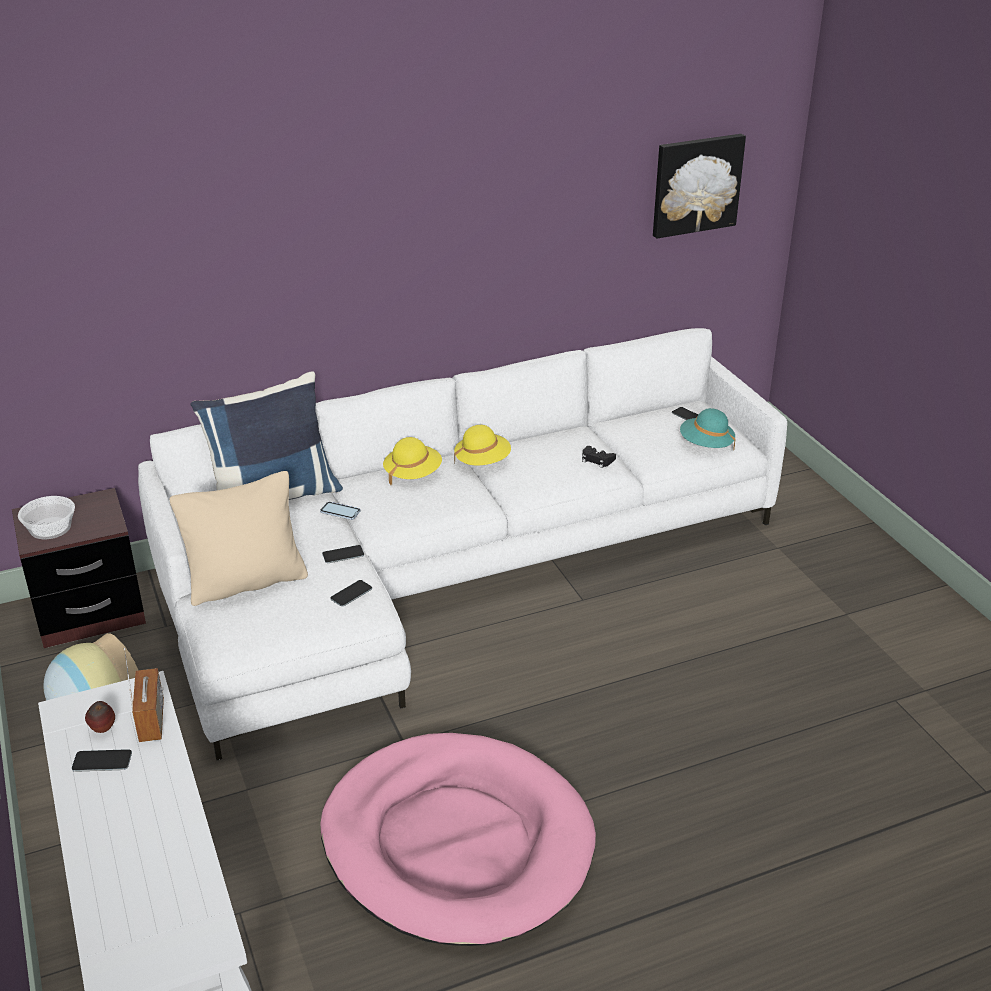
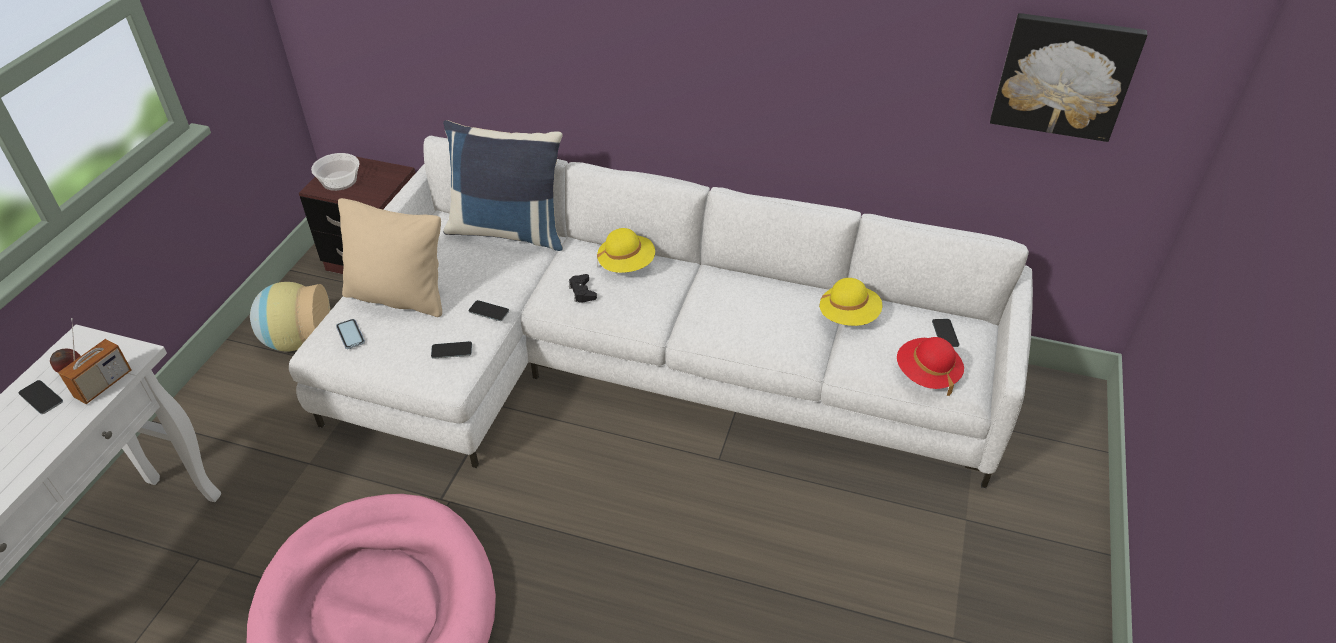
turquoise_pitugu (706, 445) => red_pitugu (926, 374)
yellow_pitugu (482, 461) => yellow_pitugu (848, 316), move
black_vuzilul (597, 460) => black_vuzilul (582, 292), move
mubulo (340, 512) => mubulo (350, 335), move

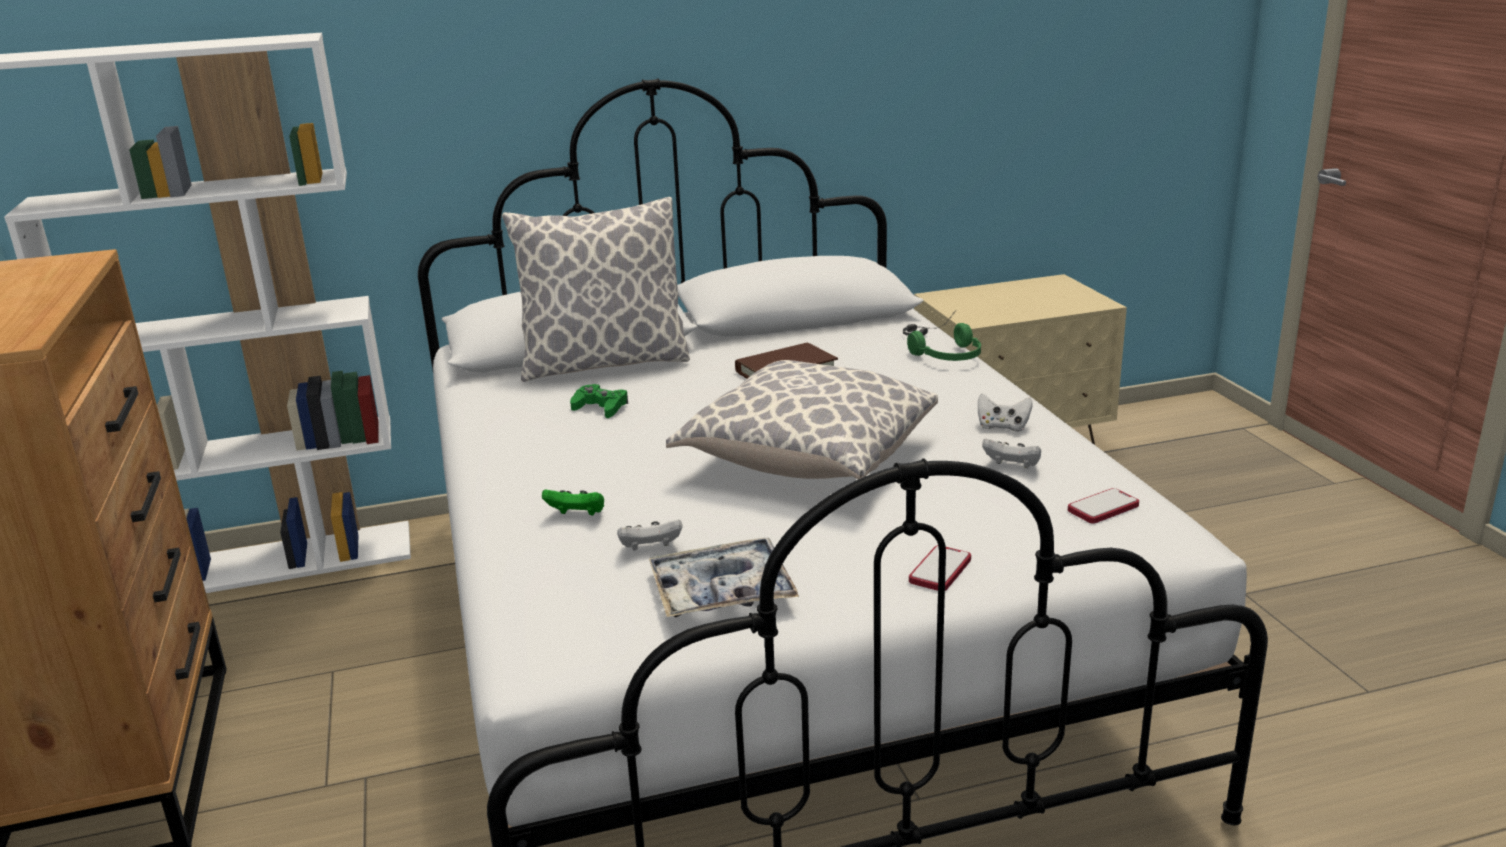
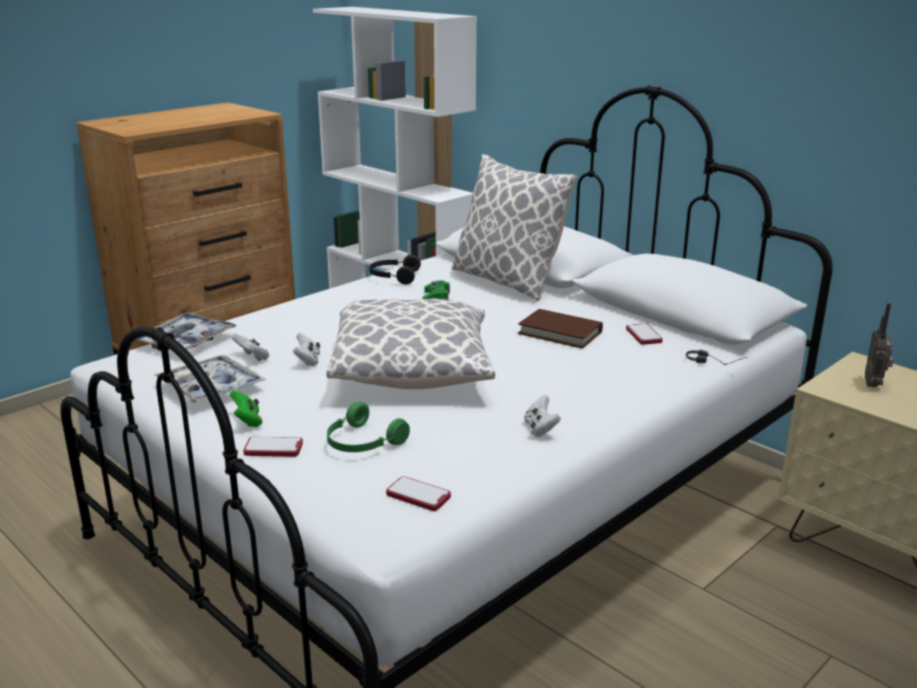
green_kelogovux (949, 357) => green_kelogovux (362, 443), move
white_vuzilul (1012, 467) => white_vuzilul (307, 361), move
green_vuzilul (577, 515) => green_vuzilul (247, 421), move
nothing => black_kelogovux (394, 277)
nothing => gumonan (874, 384)
nothing => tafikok (186, 341)
nothing => mubulo (643, 335)

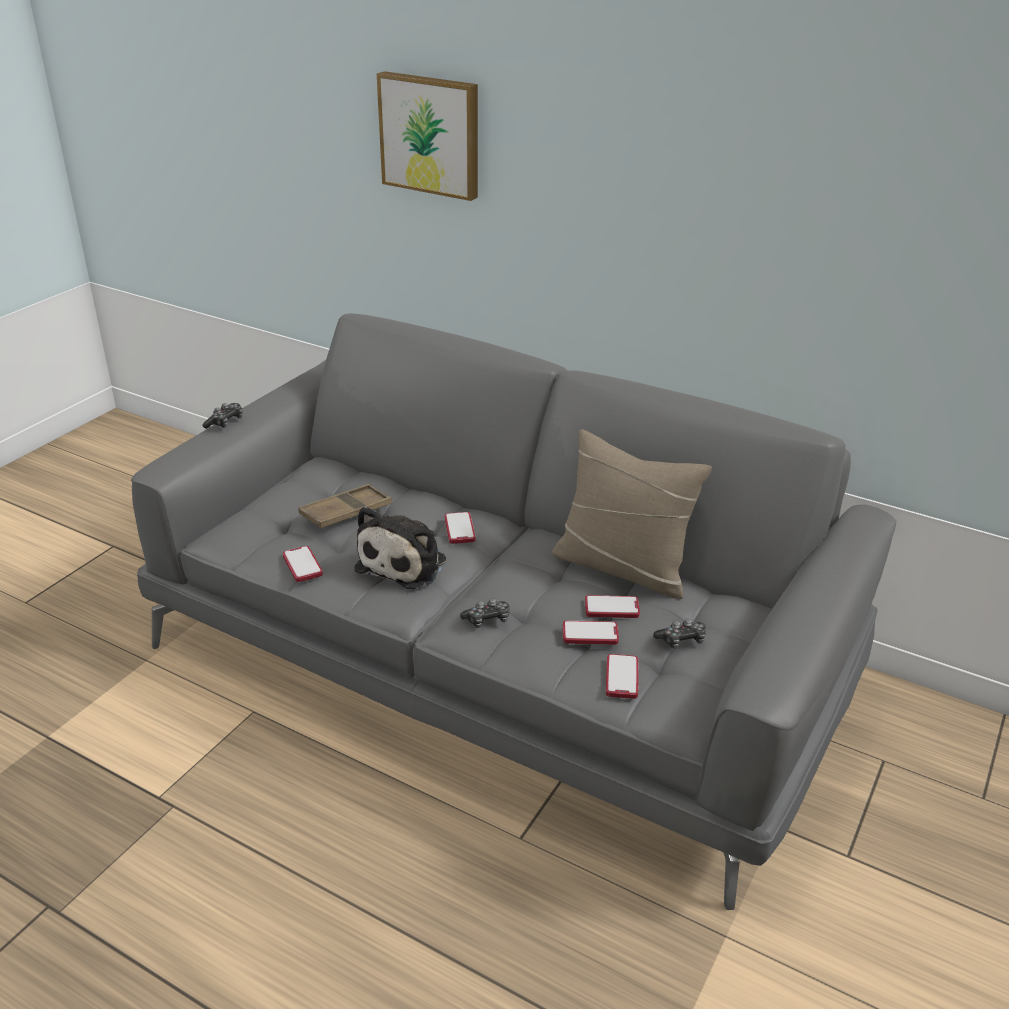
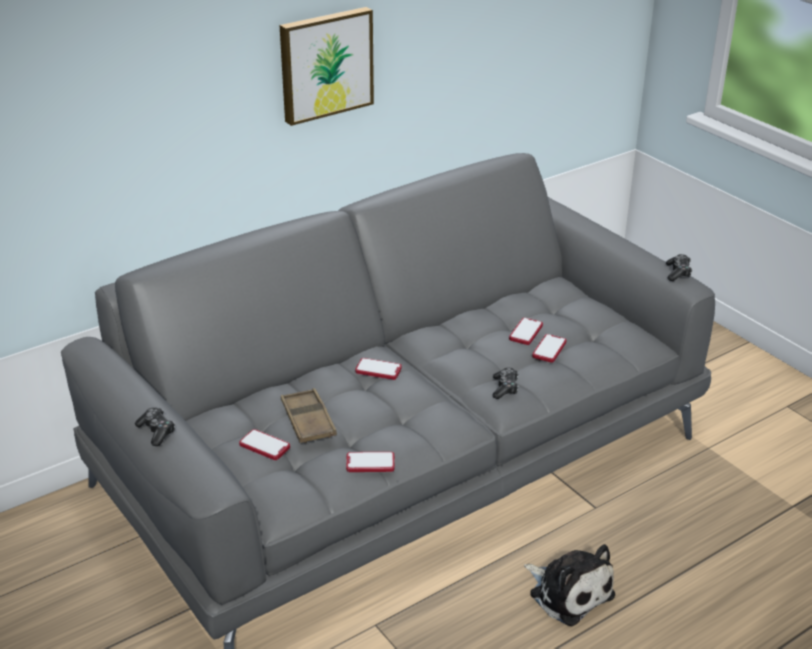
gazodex (431, 134) => gazodex (325, 64), move
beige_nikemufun (622, 567) => nothing
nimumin (405, 563) => nimumin (568, 592), move
vuzilul (681, 640) => vuzilul (678, 273), move
mubulo (622, 677) => mubulo (264, 446), move

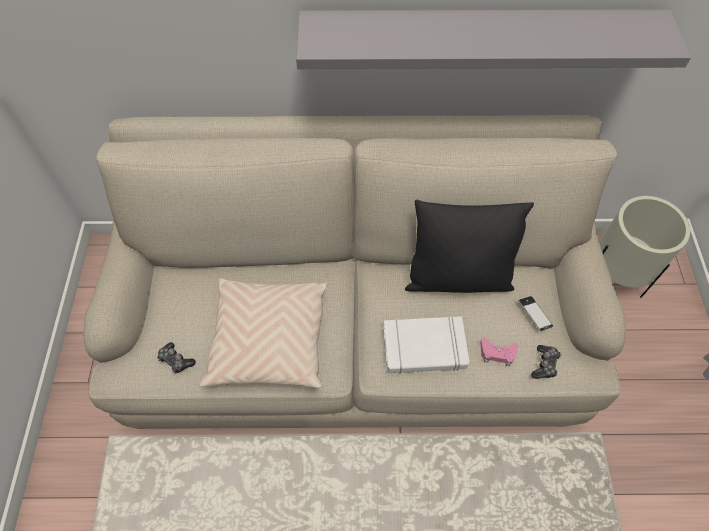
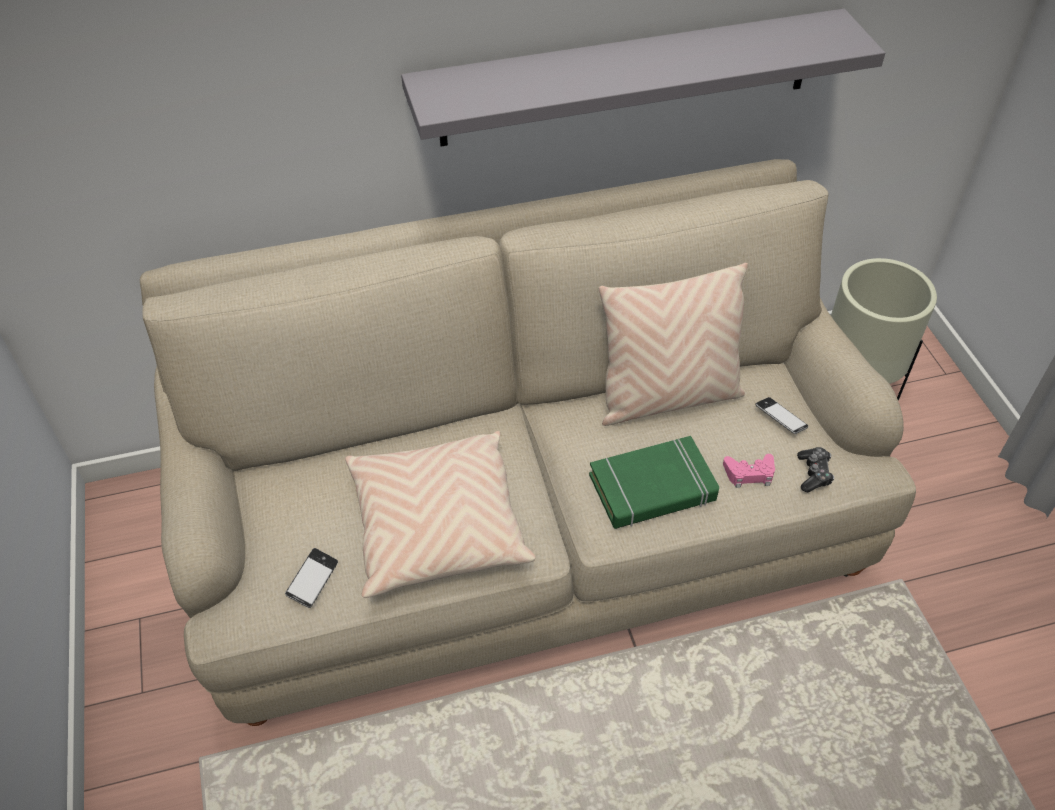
black_nikemufun (458, 278) => beige_nikemufun (667, 397)
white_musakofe (424, 348) => green_musakofe (652, 488)
vuzilul (176, 360) => mubulo (312, 580)

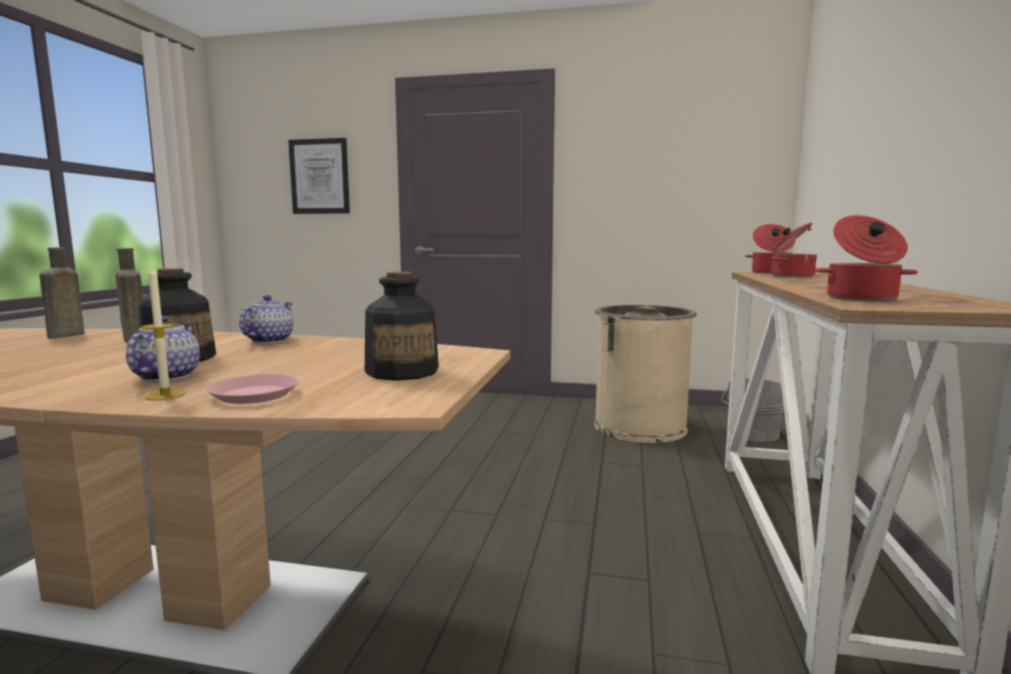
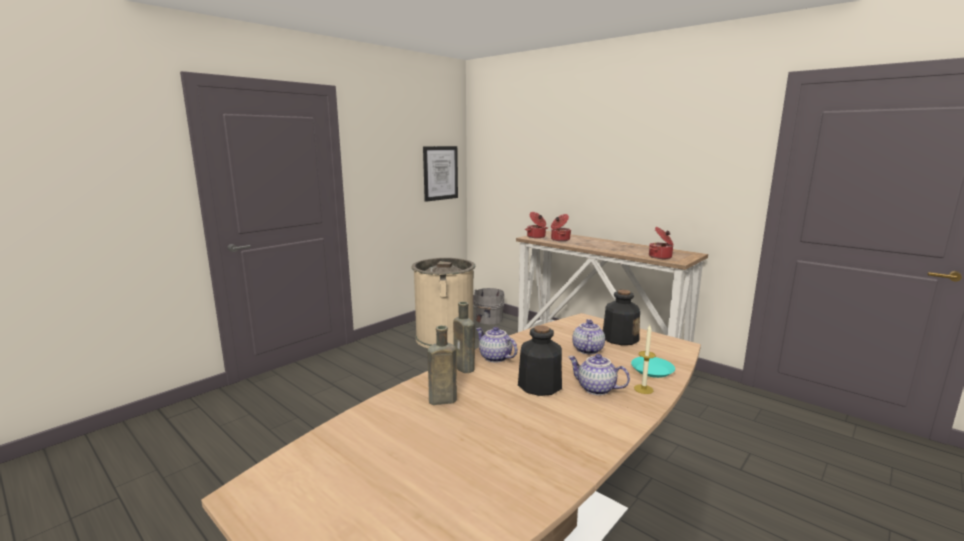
gazodex (319, 176) => gazodex (440, 173), move
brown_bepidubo (64, 336) => brown_bepidubo (465, 368), move
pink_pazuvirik (254, 395) => turquoise_pazuvirik (652, 370)
nothing => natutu (587, 350)

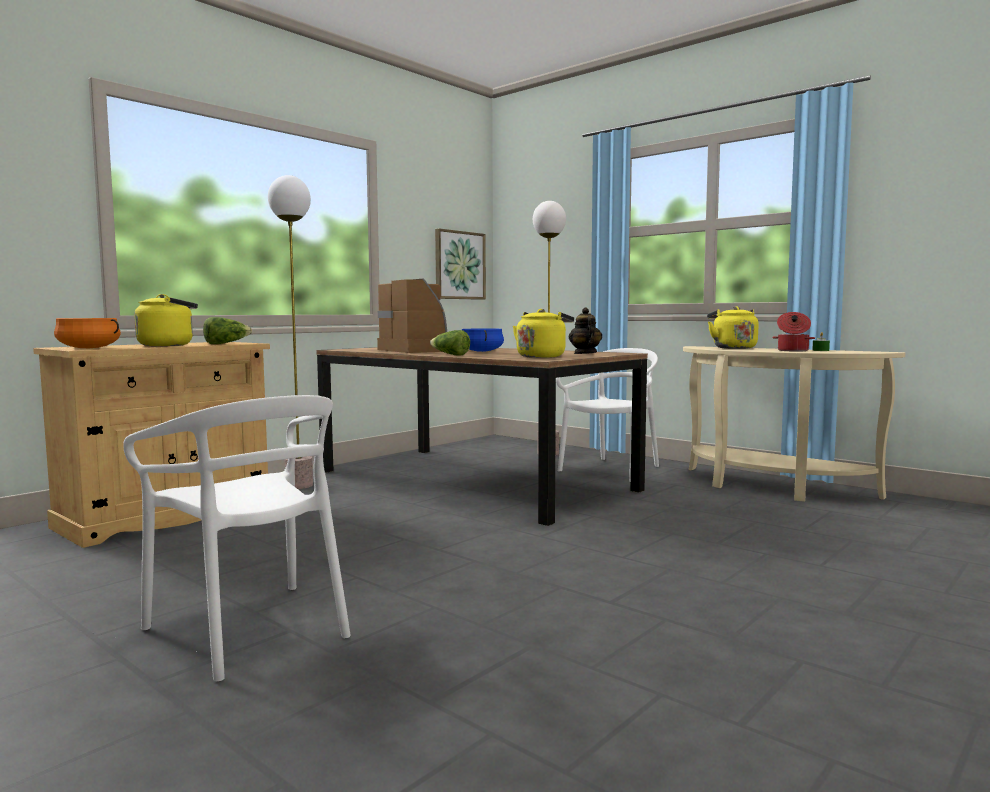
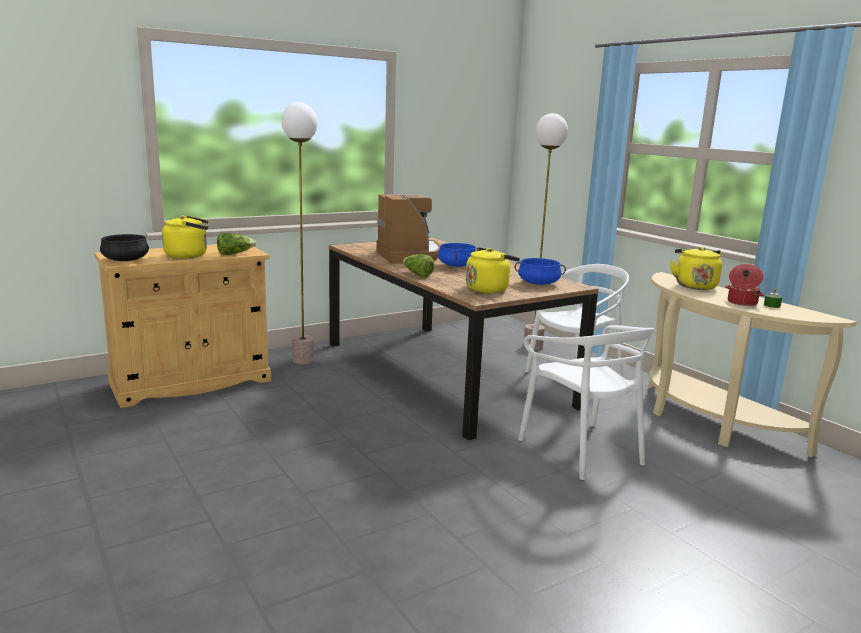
gazodex (459, 265) => nothing
natutu (585, 353) => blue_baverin (538, 283)
orange_baverin (89, 348) => black_baverin (126, 260)
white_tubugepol (250, 629) => white_tubugepol (582, 450), move

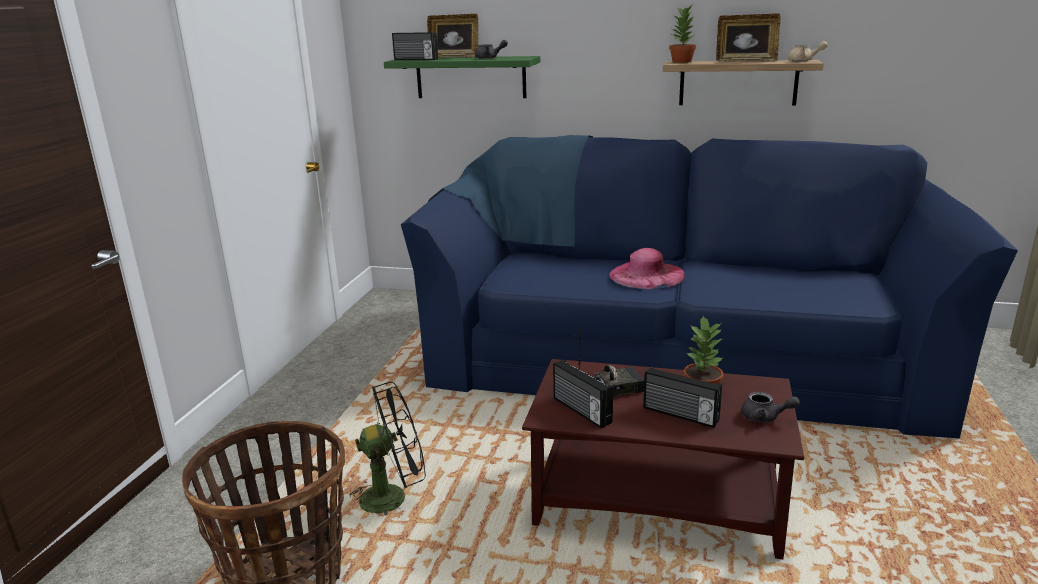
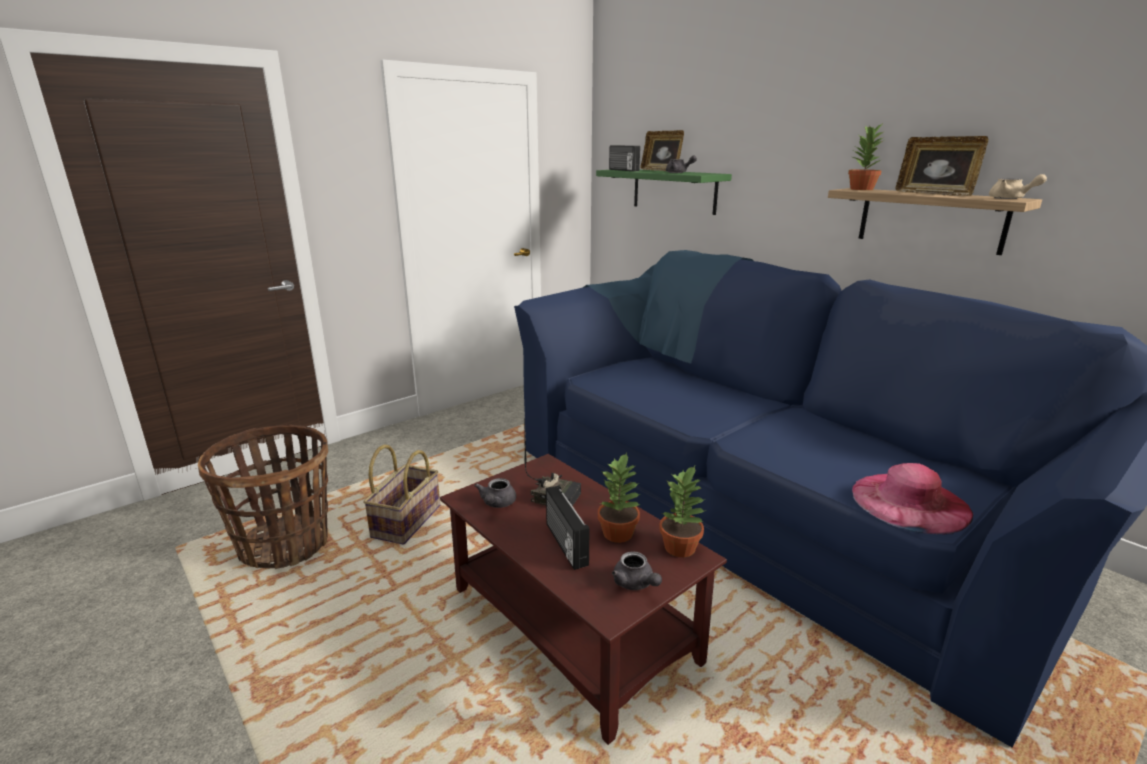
pink_pitugu (647, 275) => pink_pitugu (910, 502), move
gumonan (580, 411) => grey_natutu (497, 504)
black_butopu (393, 496) => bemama (406, 521)
nothing => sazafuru (680, 547)

